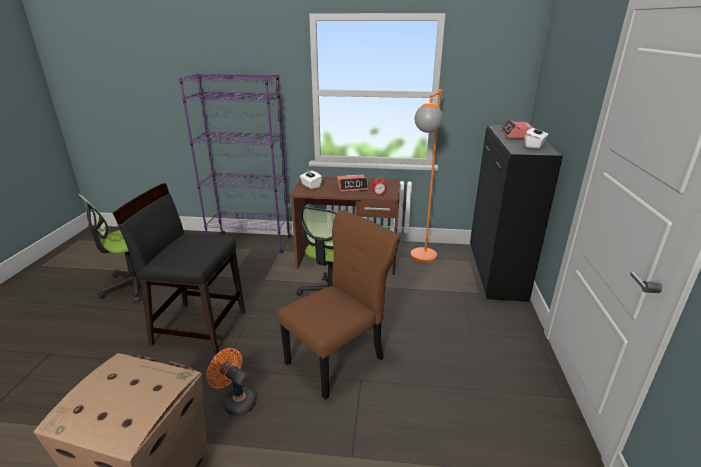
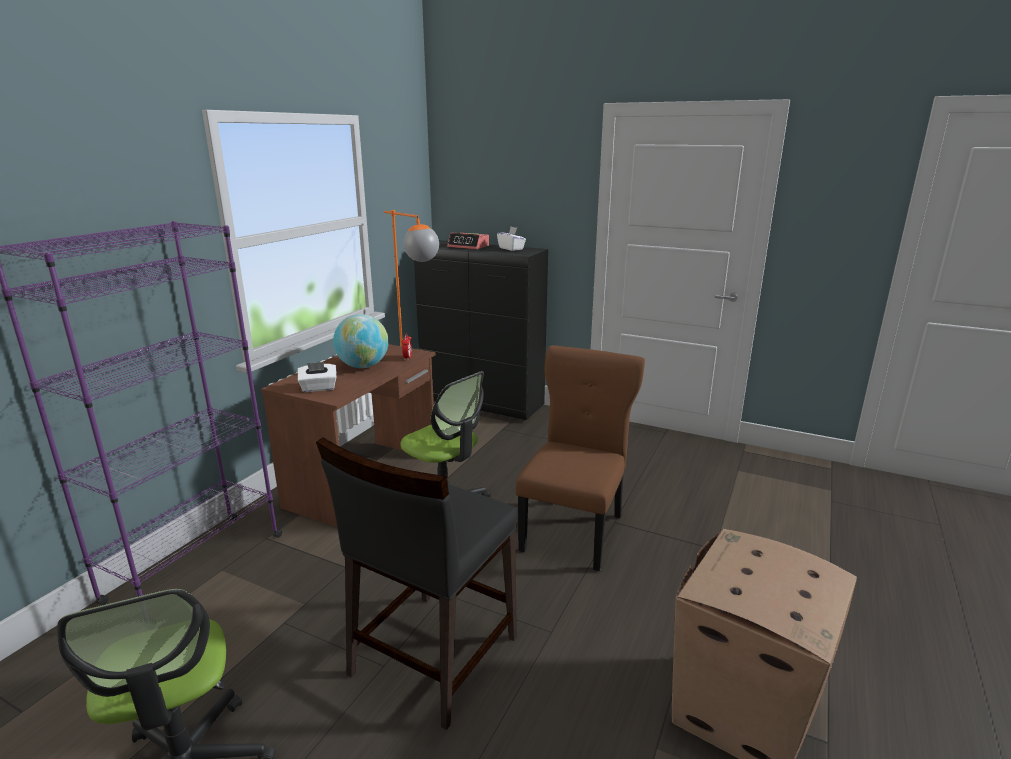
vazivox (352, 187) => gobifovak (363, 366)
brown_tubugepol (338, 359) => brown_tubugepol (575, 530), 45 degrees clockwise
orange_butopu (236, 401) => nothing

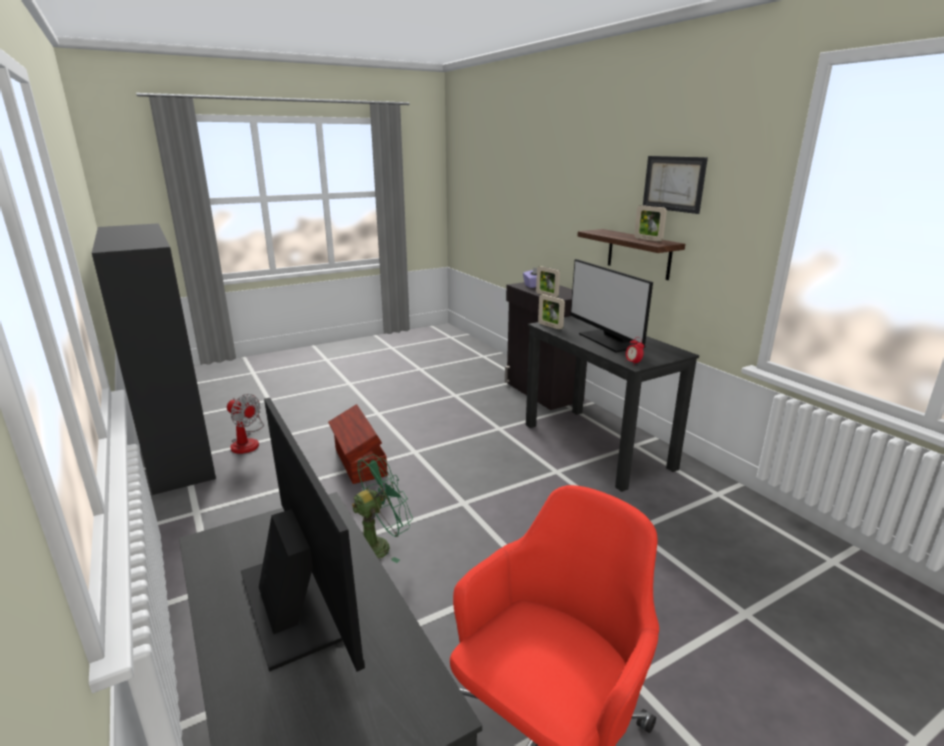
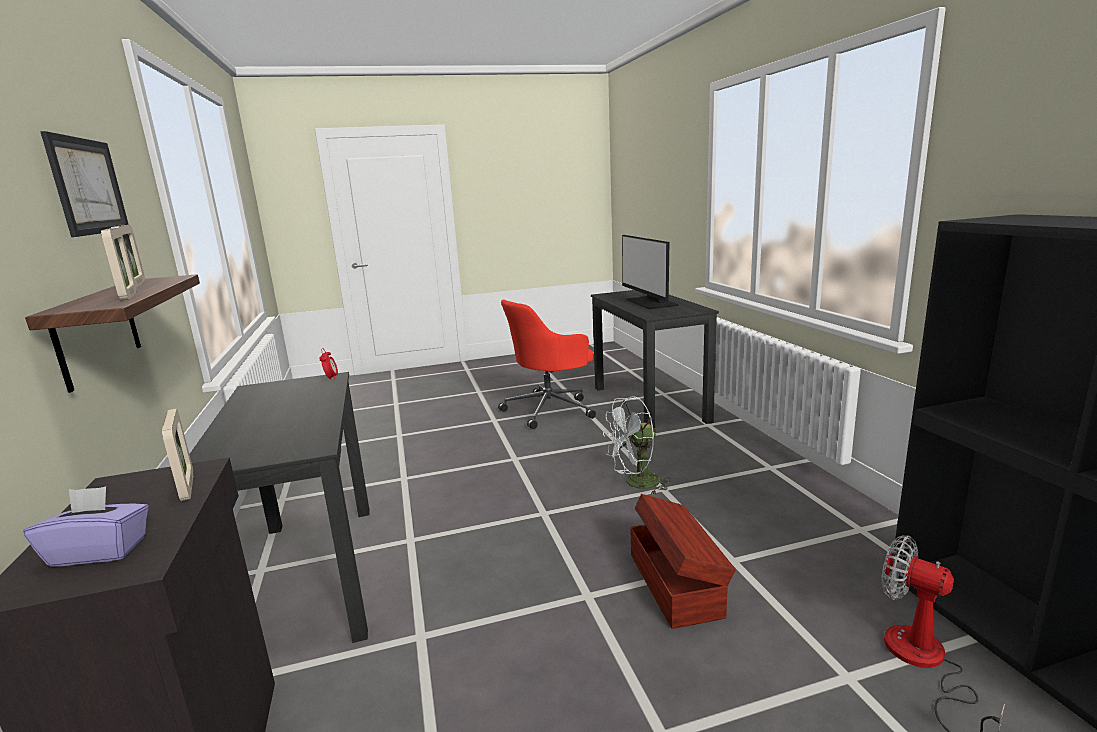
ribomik (609, 340) => nothing
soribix (550, 326) => soribix (128, 296), move
green_butopu (378, 545) => white_butopu (636, 483)

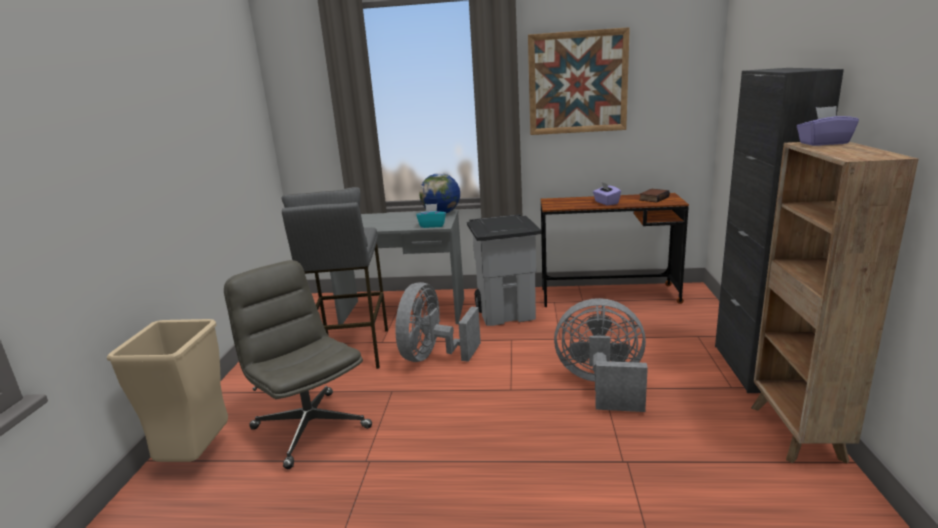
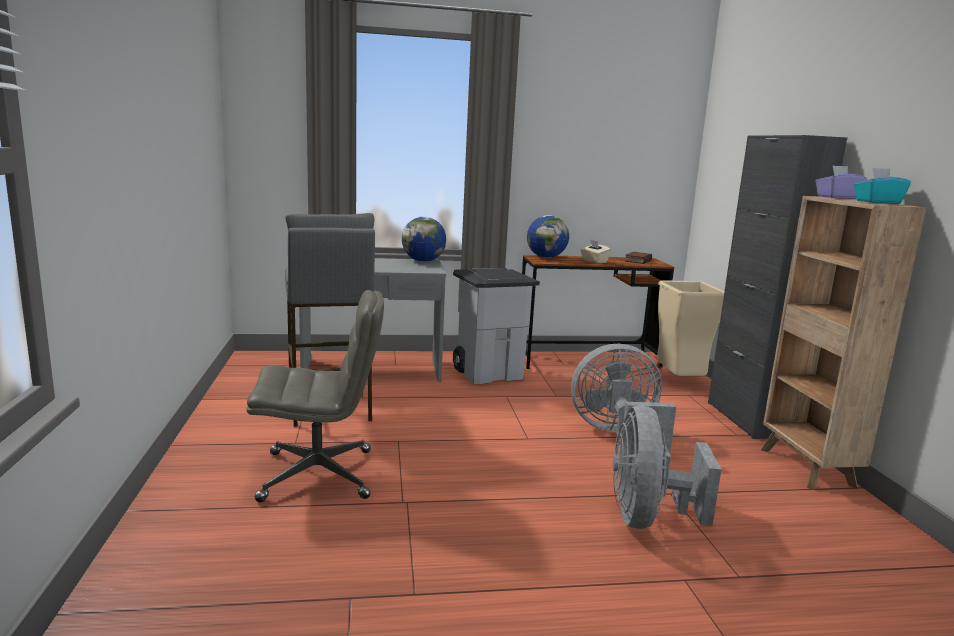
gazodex (577, 83) => nothing
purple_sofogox (606, 203) => beige_sofogox (594, 261)
turquoise_sofogox (432, 225) => turquoise_sofogox (877, 202), move
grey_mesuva (310, 427) => grey_mesuva (319, 474), 135 degrees clockwise
grey_butopu (433, 356) => grey_butopu (647, 518), move
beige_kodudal (197, 458) => beige_kodudal (679, 383), move
nothing => gobifovak (546, 257)

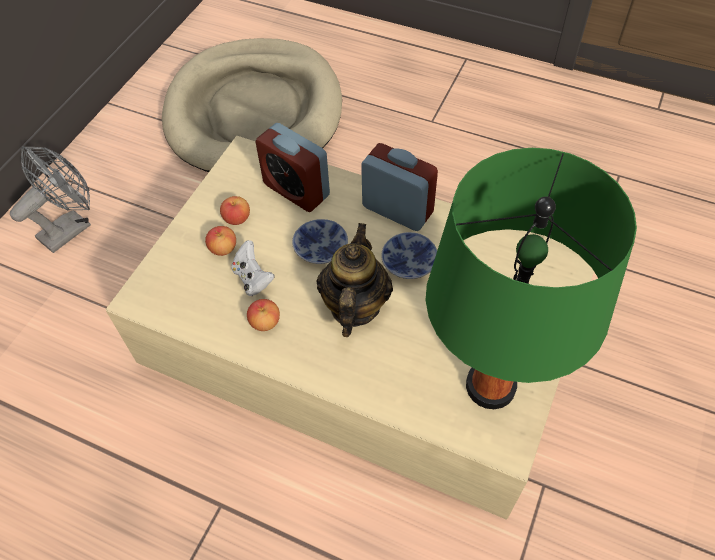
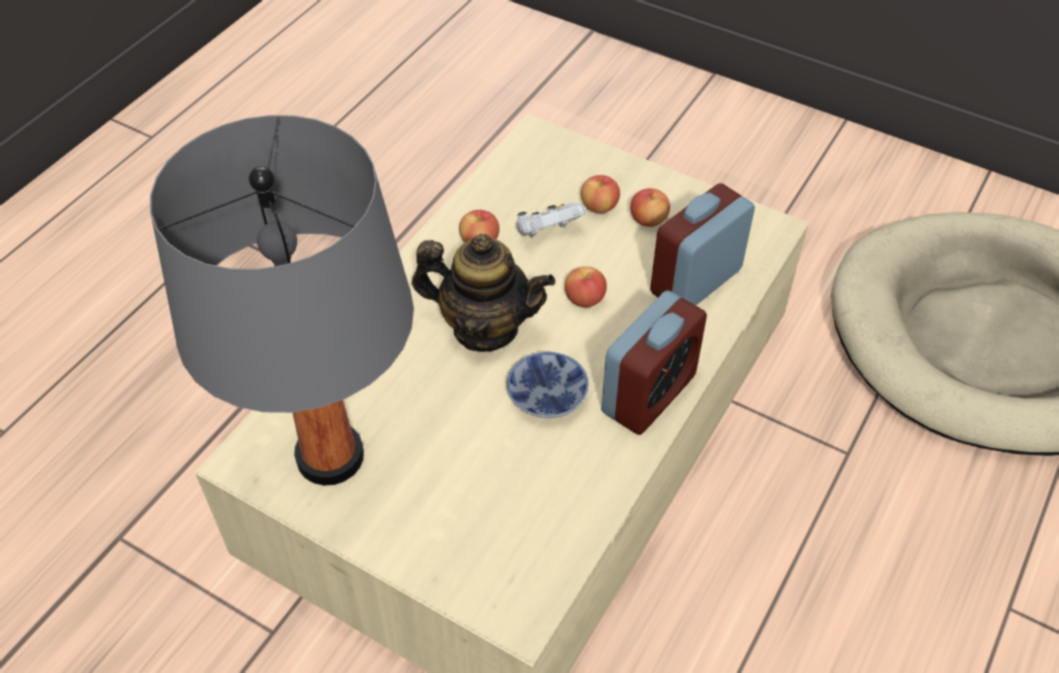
grey_butopu (71, 227) => nothing
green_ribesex (490, 386) => grey_ribesex (330, 456)
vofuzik (319, 250) => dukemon (584, 299)

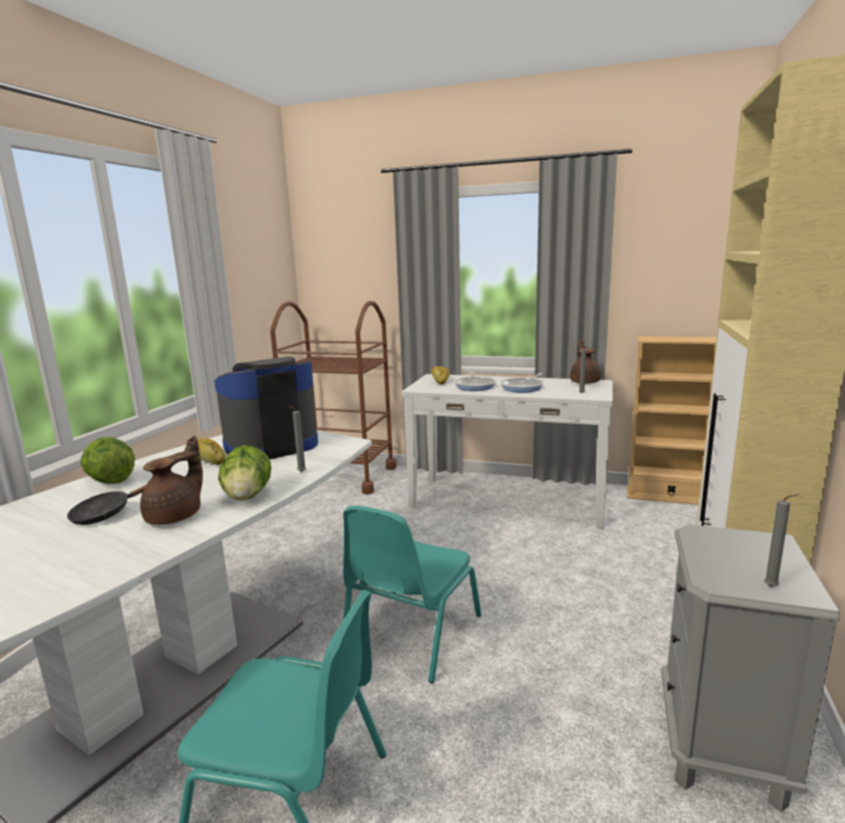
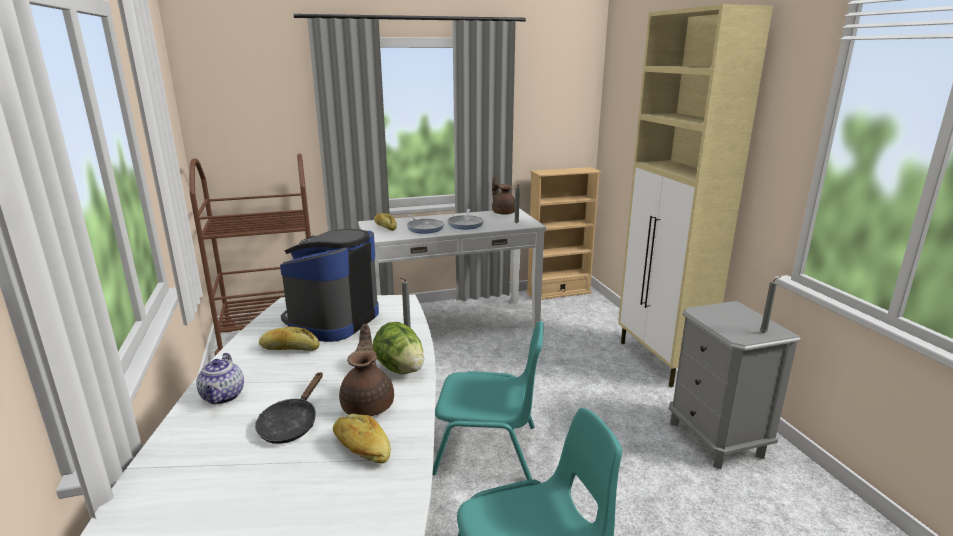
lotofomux (110, 481) => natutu (223, 397)
turquoise_tubugepol (410, 634) => turquoise_tubugepol (488, 449), 75 degrees counterclockwise
nothing => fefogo (361, 448)

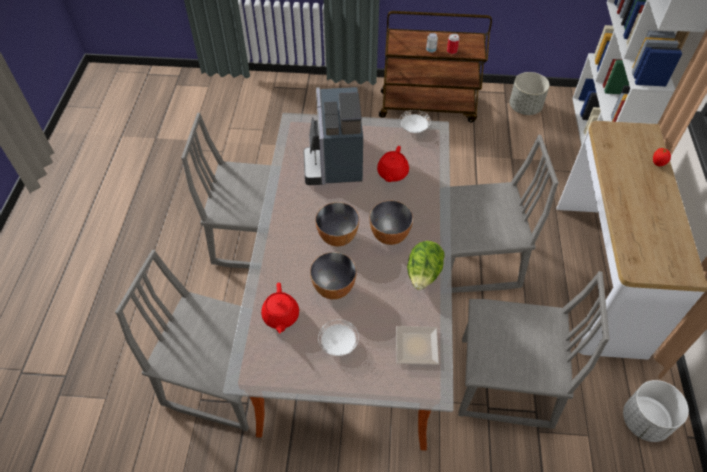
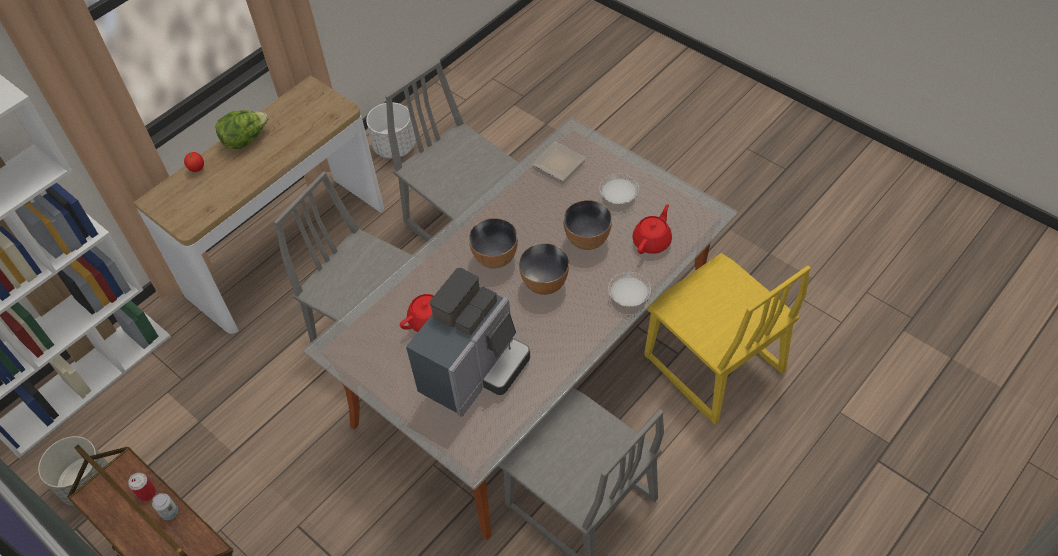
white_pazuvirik (414, 128) => white_pazuvirik (629, 297), move
lotofomux (423, 275) => lotofomux (246, 140), move
grey_tubugepol (222, 378) => yellow_tubugepol (712, 365)

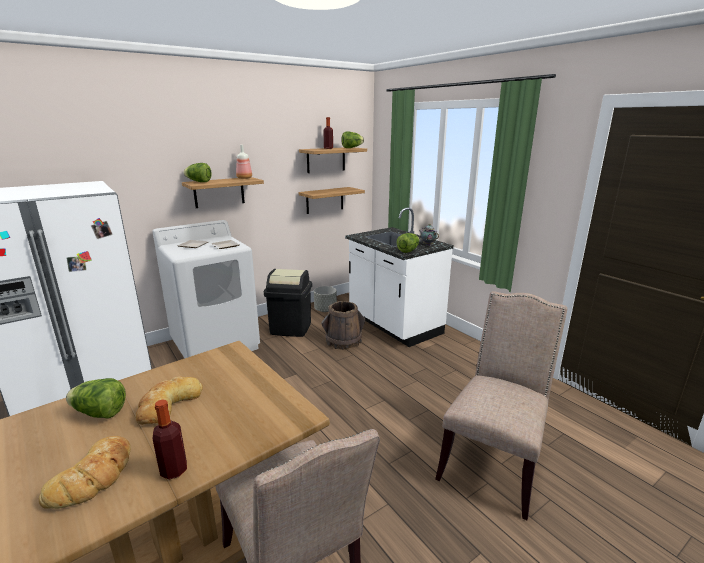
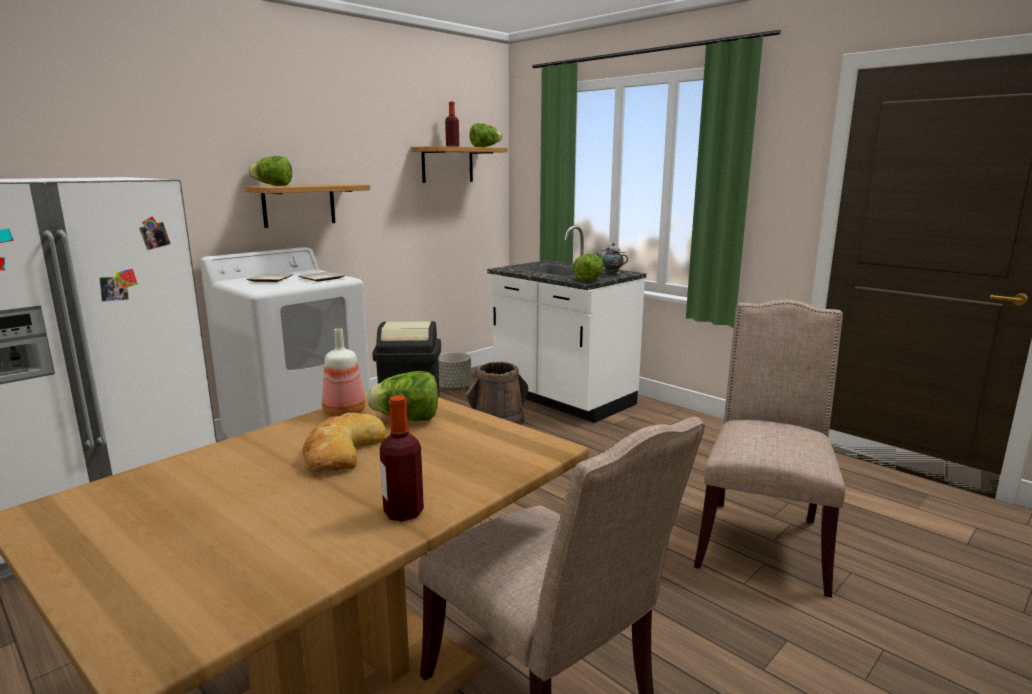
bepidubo (244, 178) => bepidubo (343, 413), move
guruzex (325, 200) => nothing
lotofomux (100, 413) => lotofomux (407, 419), move
fefogo (94, 477) => nothing

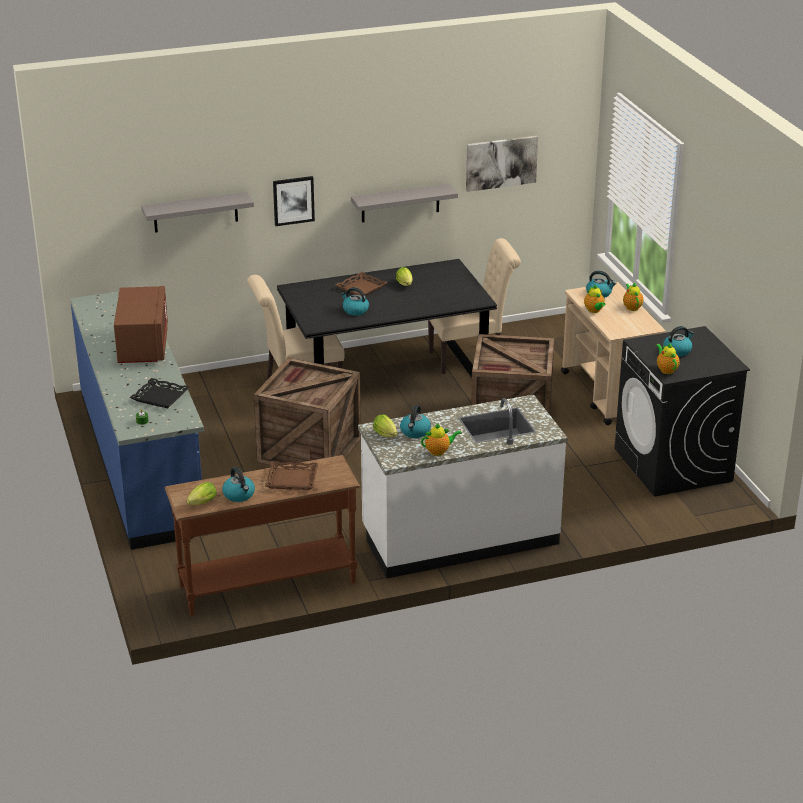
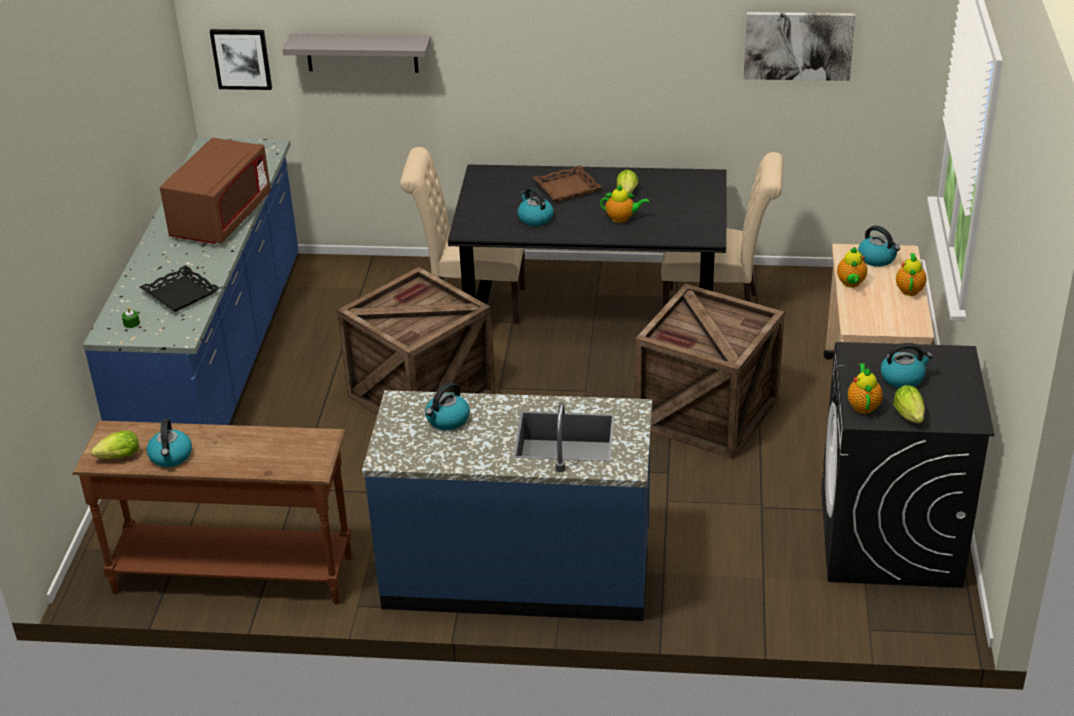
gazodex (293, 200) => gazodex (241, 58), move
grey_guruzex (400, 203) => nothing
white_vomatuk (459, 537) => blue_vomatuk (517, 573)
lotofomux (386, 435) => lotofomux (910, 417), move
natutu (439, 451) => natutu (622, 218), move
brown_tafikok (292, 479) => nothing

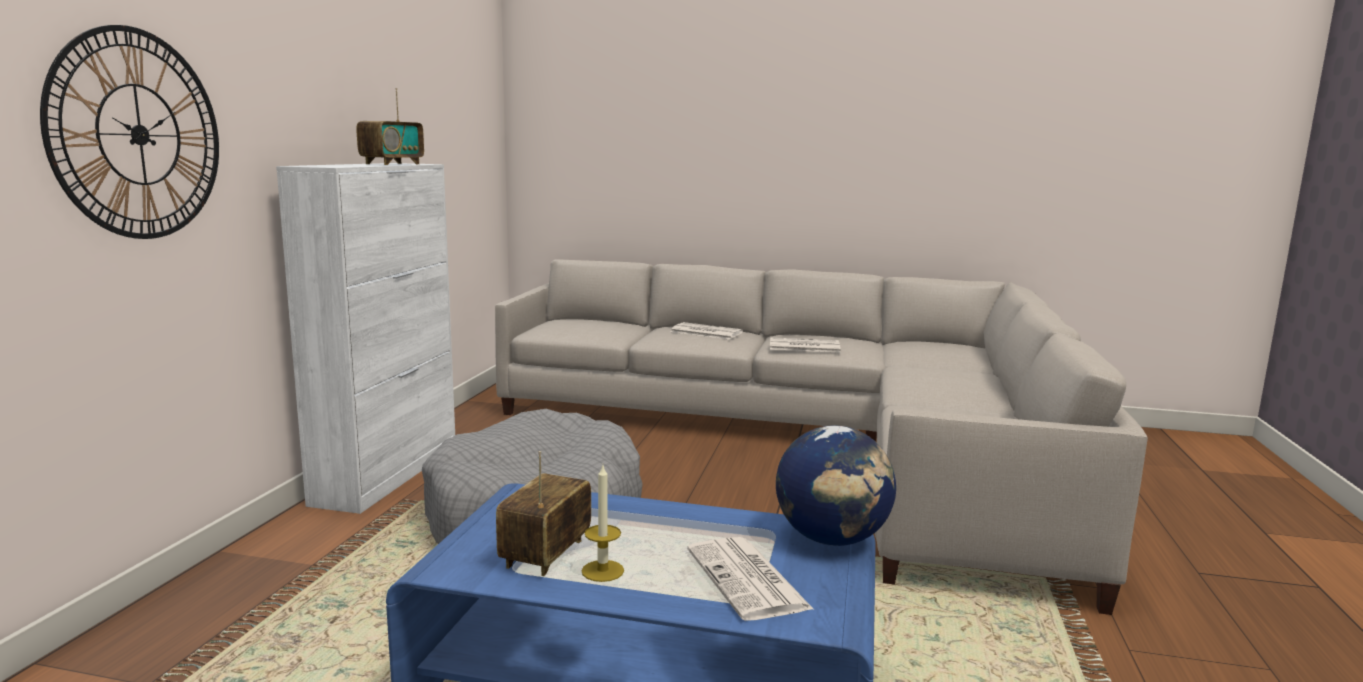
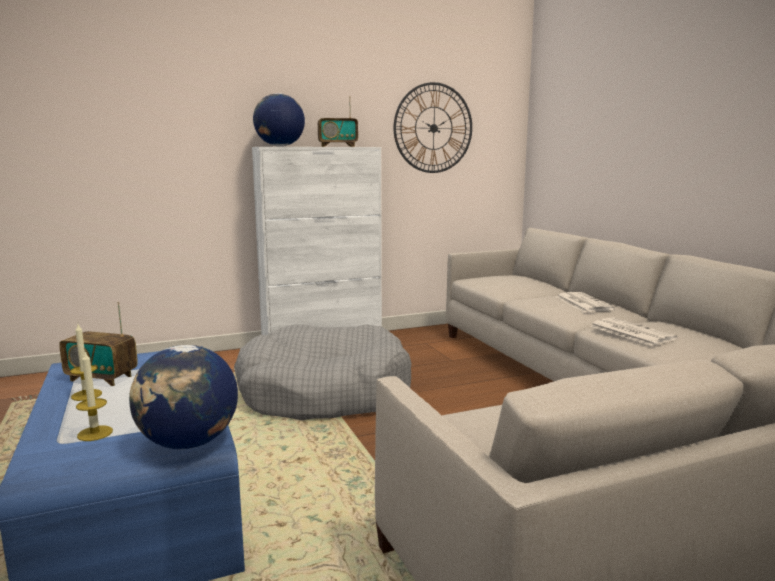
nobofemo (139, 135) => nobofemo (433, 128), move
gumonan (546, 554) => gumonan (102, 378), 150 degrees counterclockwise
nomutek (748, 580) => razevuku (95, 433)
nothing => gobifovak (279, 146)

